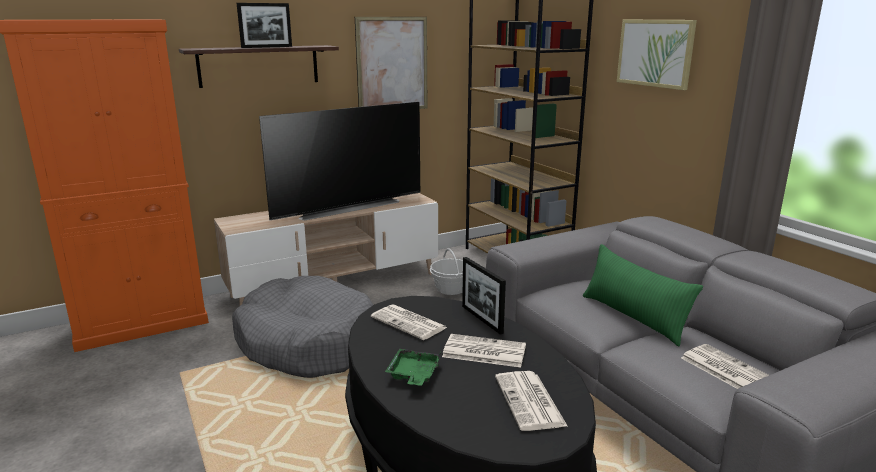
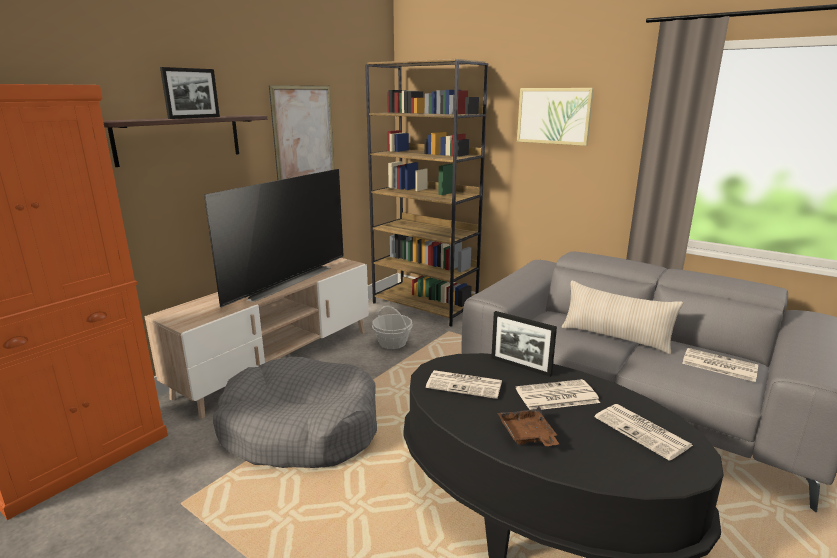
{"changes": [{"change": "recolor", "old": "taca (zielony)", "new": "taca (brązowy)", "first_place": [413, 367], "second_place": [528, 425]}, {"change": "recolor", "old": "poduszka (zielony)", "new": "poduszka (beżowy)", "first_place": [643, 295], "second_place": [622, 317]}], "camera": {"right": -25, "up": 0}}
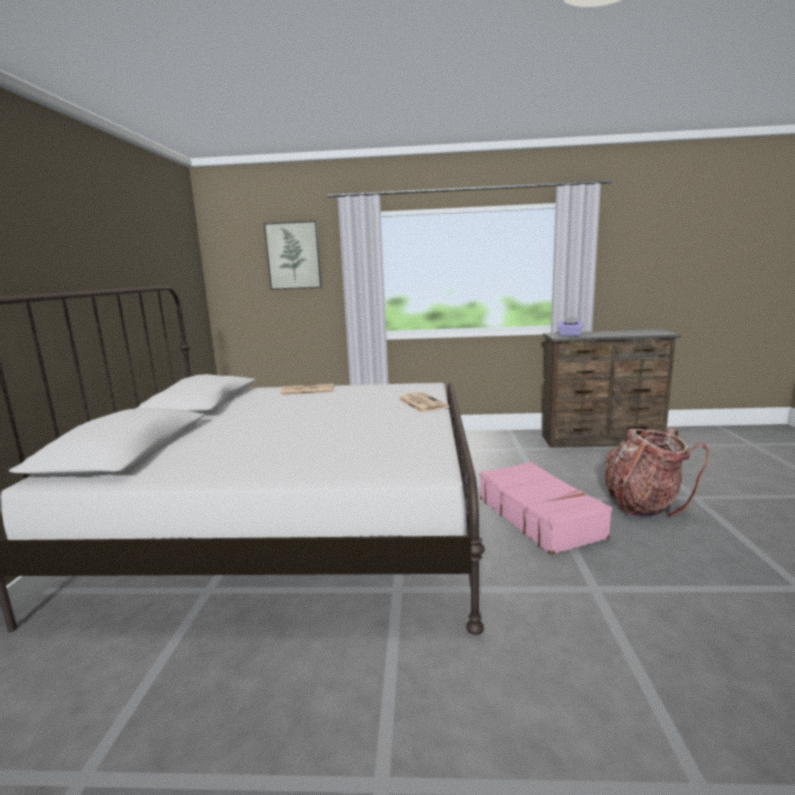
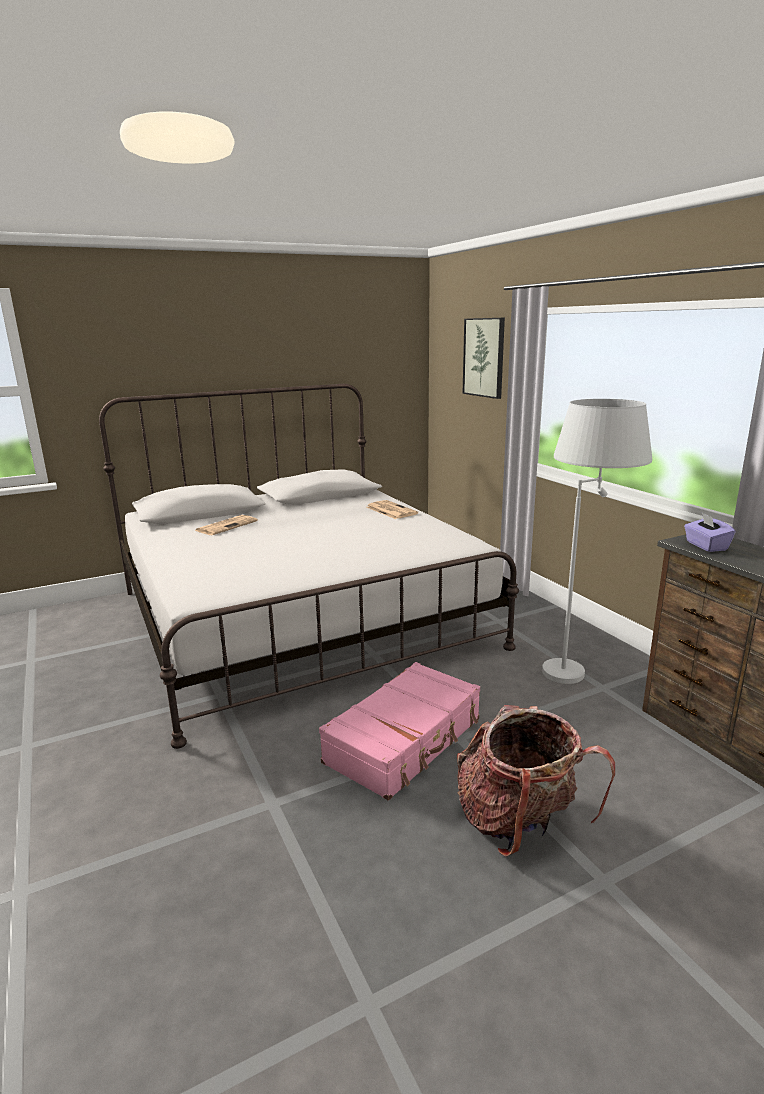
{"changes": [{"change": "move", "old": "gazeta", "first_place": [423, 402], "second_place": [226, 525]}, {"change": "insert", "new": "lampa stojąca (biały)", "second_place": [597, 541]}], "camera": {"right": 60, "up": 5}}
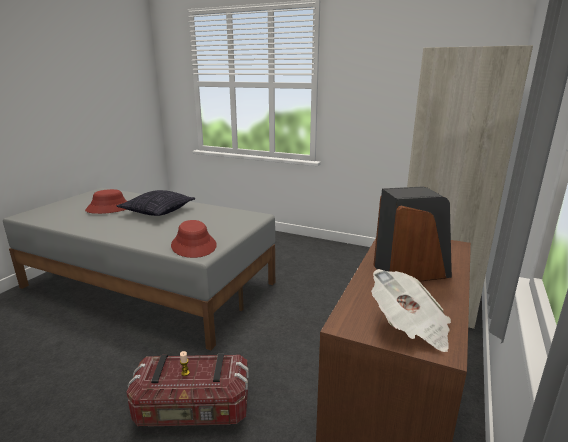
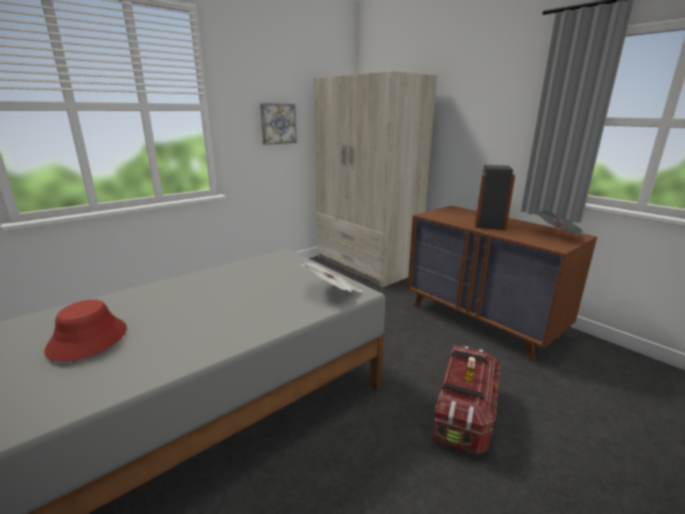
{"changes": [{"change": "insert", "new": "obraz", "second_place": [278, 124]}, {"change": "replace", "old": "kapelusz (czerwony)", "new": "gazeta", "first_place": [194, 239], "second_place": [332, 277]}, {"change": "delete", "old": "poduszka", "first_place": [156, 203]}], "camera": {"right": -65, "up": 0}}
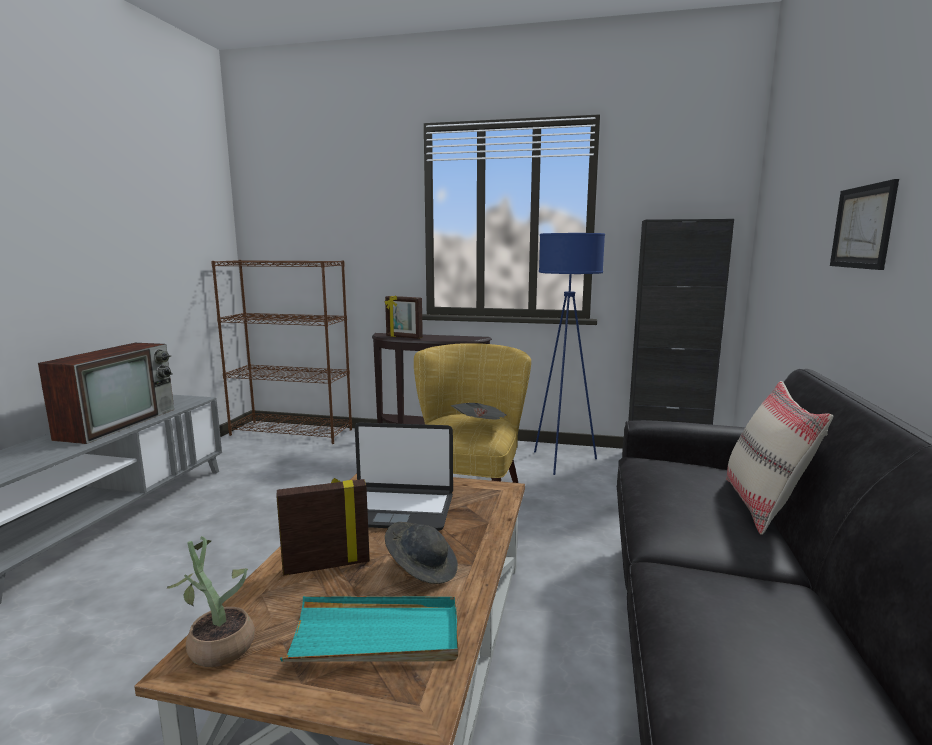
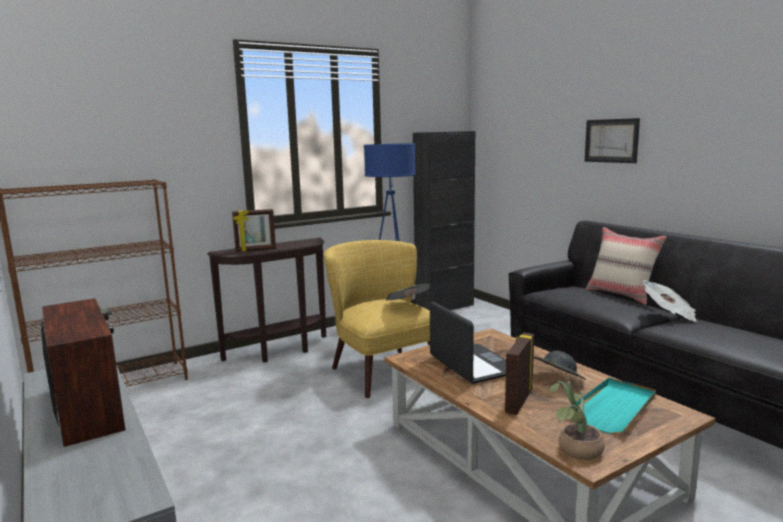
{"changes": [{"change": "rotate", "old": "laptop", "first_place": [404, 477], "second_place": [468, 342], "degrees": -75}, {"change": "insert", "new": "gazeta", "second_place": [669, 301]}], "camera": {"right": -45, "up": 0}}
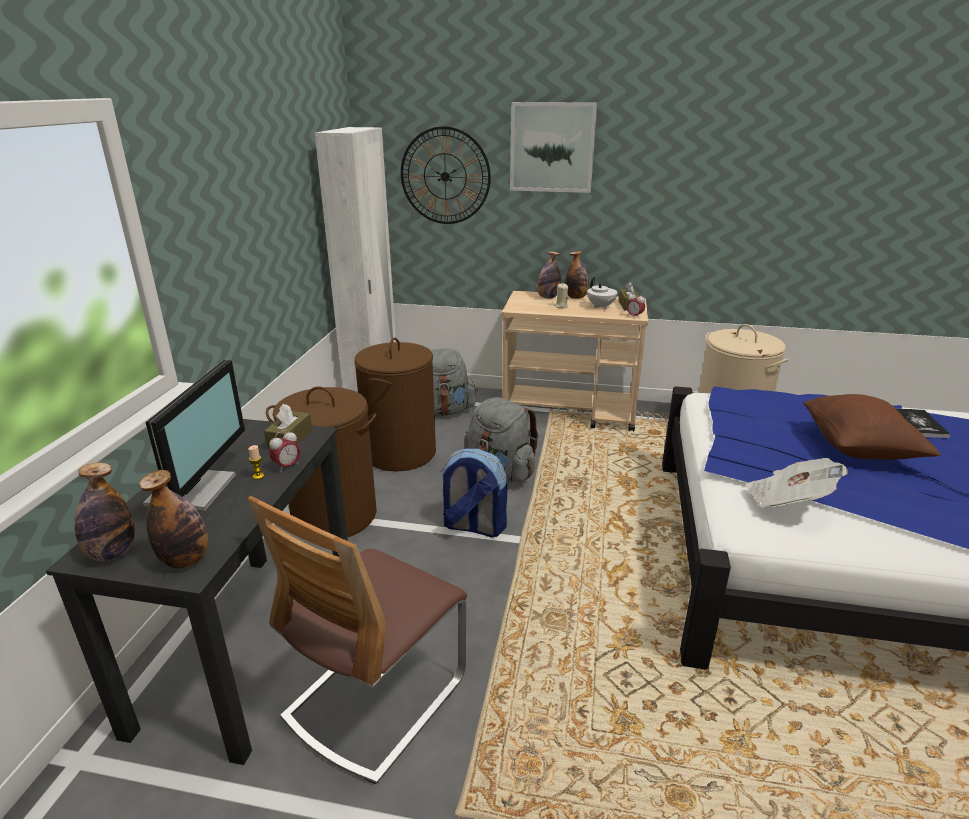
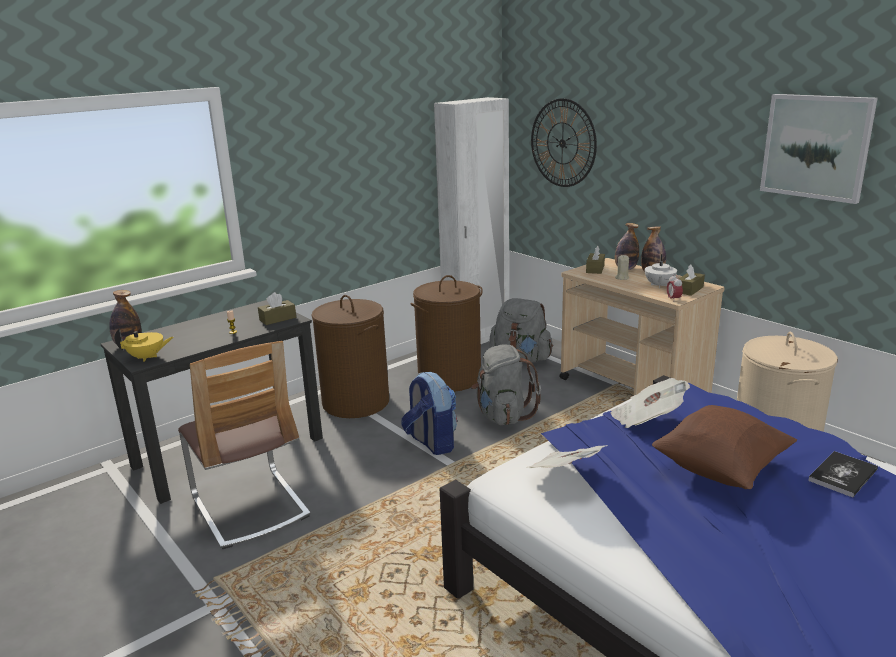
{"changes": [{"change": "replace", "old": "butelka", "new": "imbryk (żółty)", "first_place": [173, 519], "second_place": [144, 345]}, {"change": "rotate", "old": "krzesło", "first_place": [357, 640], "second_place": [244, 445], "degrees": -105}, {"change": "insert", "new": "pudełko chusteczek (brązowy)", "second_place": [595, 260]}, {"change": "insert", "new": "gazeta", "second_place": [650, 403]}, {"change": "move", "old": "obraz", "first_place": [553, 147], "second_place": [819, 149]}, {"change": "delete", "old": "monitor", "first_place": [194, 435]}, {"change": "delete", "old": "budzik", "first_place": [284, 451]}], "camera": {"right": 40, "up": -5}}
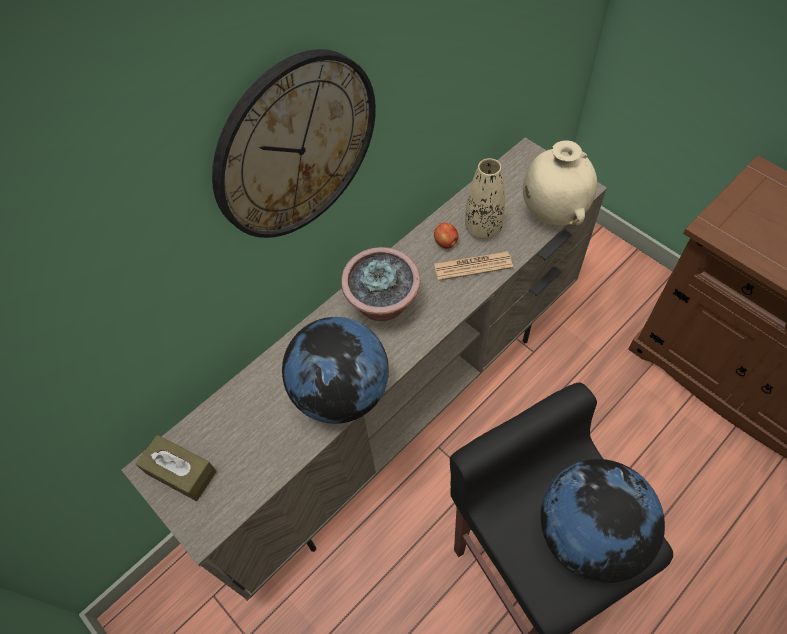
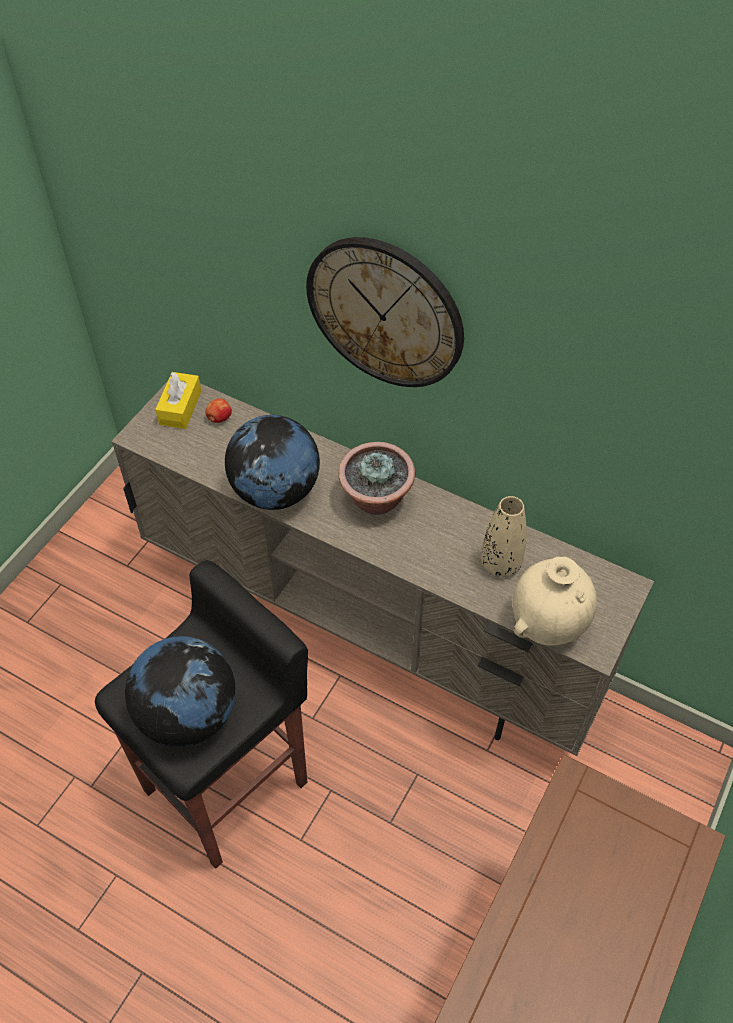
{"changes": [{"change": "recolor", "old": "pudełko chusteczek (brązowy)", "new": "pudełko chusteczek (żółty)", "first_place": [176, 468], "second_place": [178, 400]}, {"change": "move", "old": "jabłko", "first_place": [446, 236], "second_place": [218, 410]}, {"change": "delete", "old": "gazeta", "first_place": [473, 266]}], "camera": {"right": 70, "up": -5}}
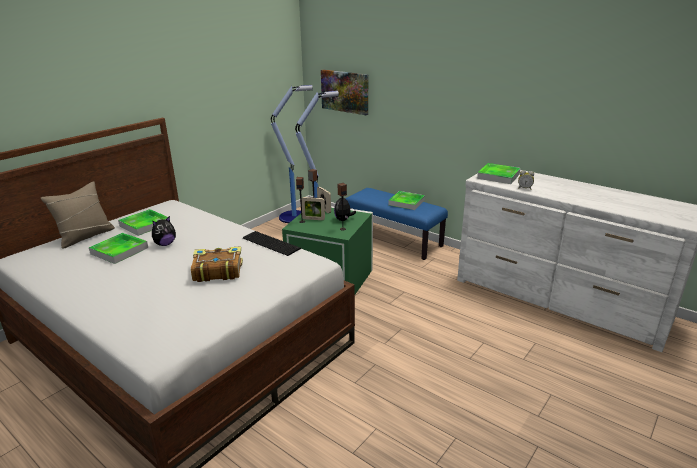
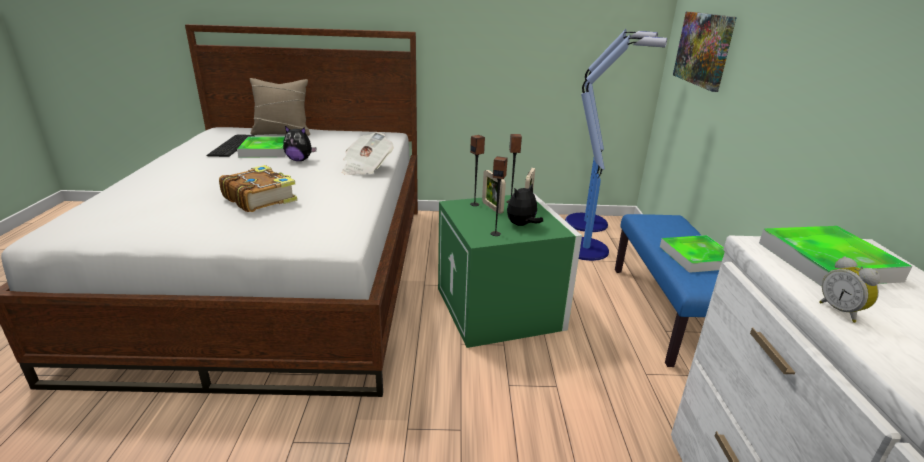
{"changes": [{"change": "move", "old": "klawiatura", "first_place": [272, 243], "second_place": [230, 145]}, {"change": "insert", "new": "gazeta", "second_place": [367, 153]}, {"change": "delete", "old": "taca", "first_place": [143, 222]}], "camera": {"right": 50, "up": 0}}
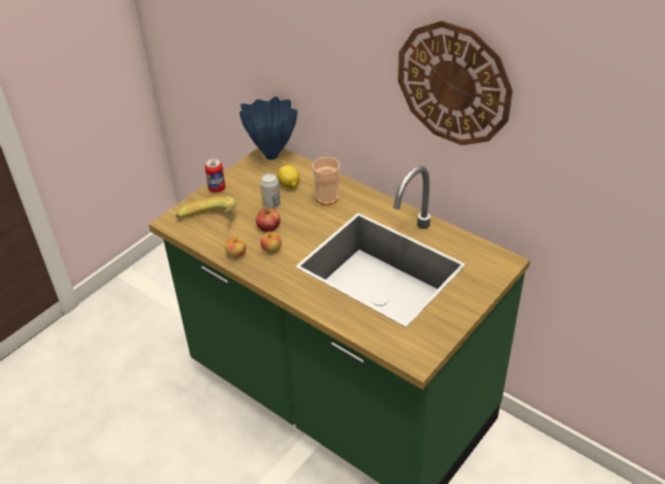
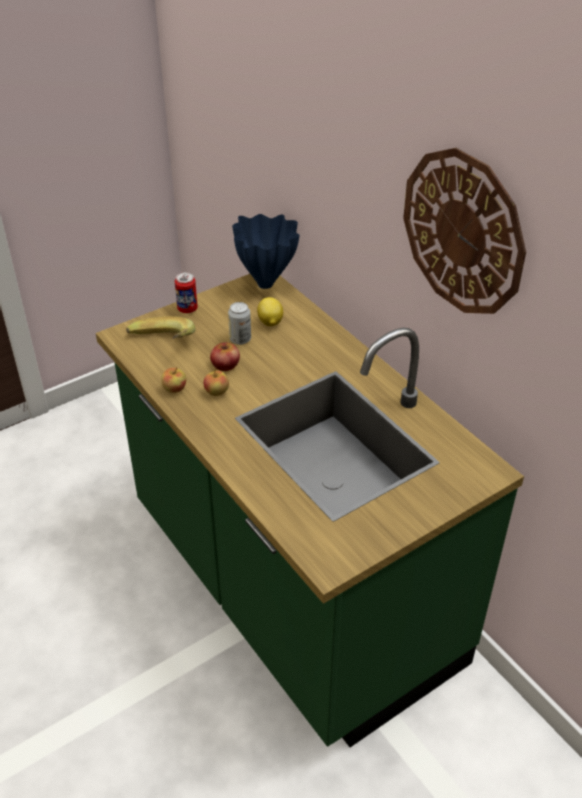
{"changes": [{"change": "delete", "old": "filiżanka", "first_place": [326, 181]}], "camera": {"right": 15, "up": 0}}
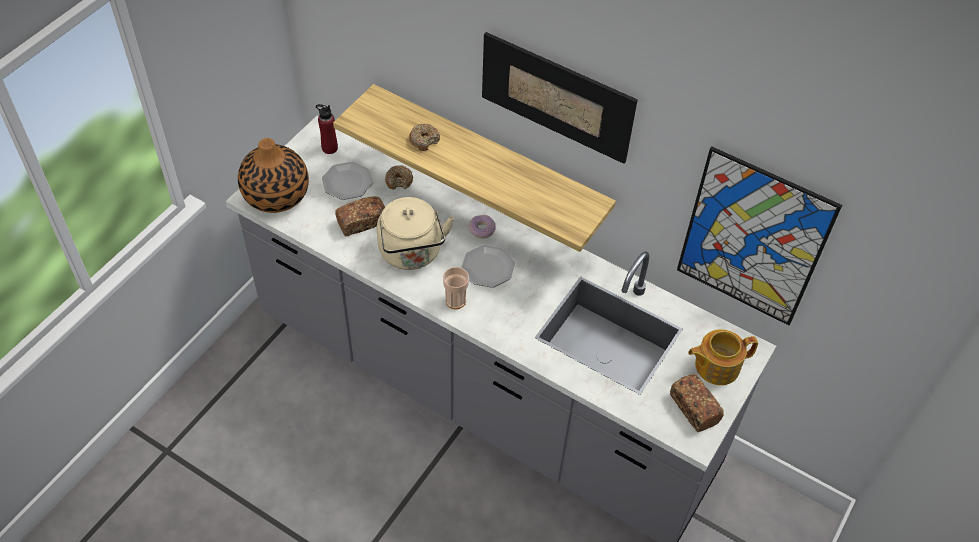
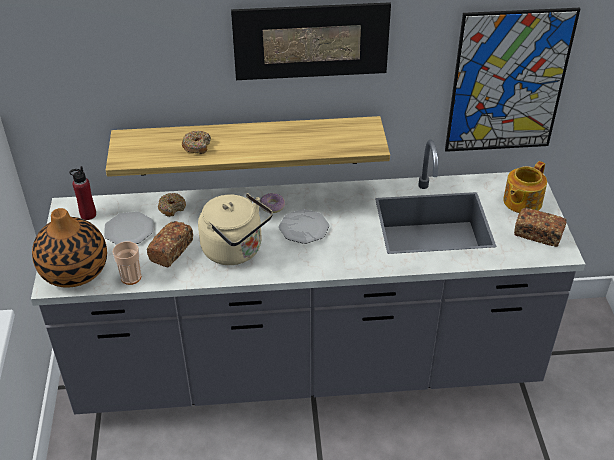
{"changes": [{"change": "move", "old": "filiżanka", "first_place": [456, 288], "second_place": [127, 263]}], "camera": {"right": -35, "up": -10}}
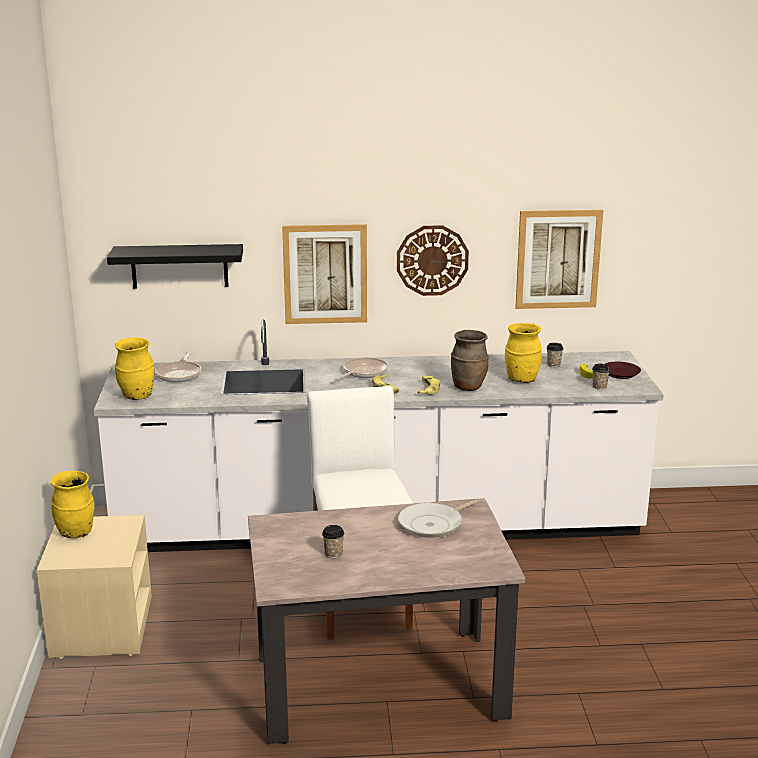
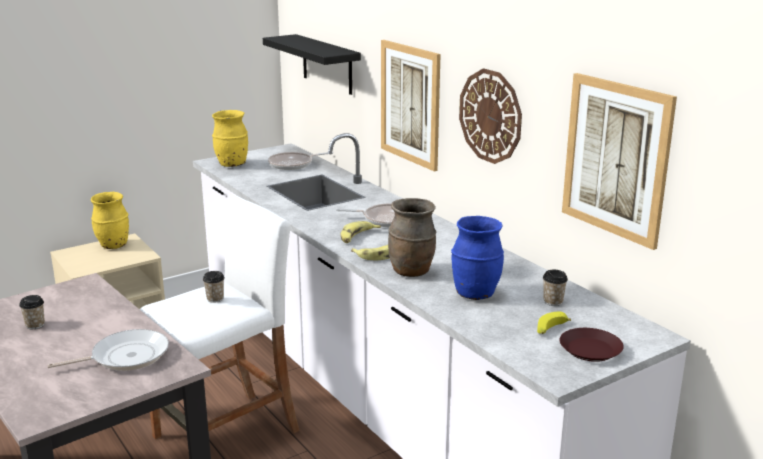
{"changes": [{"change": "rotate", "old": "patelnia", "first_place": [439, 518], "second_place": [108, 350], "degrees": 135}, {"change": "move", "old": "filiżanka", "first_place": [601, 377], "second_place": [214, 287]}, {"change": "recolor", "old": "wazon (żółty)", "new": "wazon (niebieski)", "first_place": [523, 353], "second_place": [477, 258]}], "camera": {"right": 60, "up": 0}}
